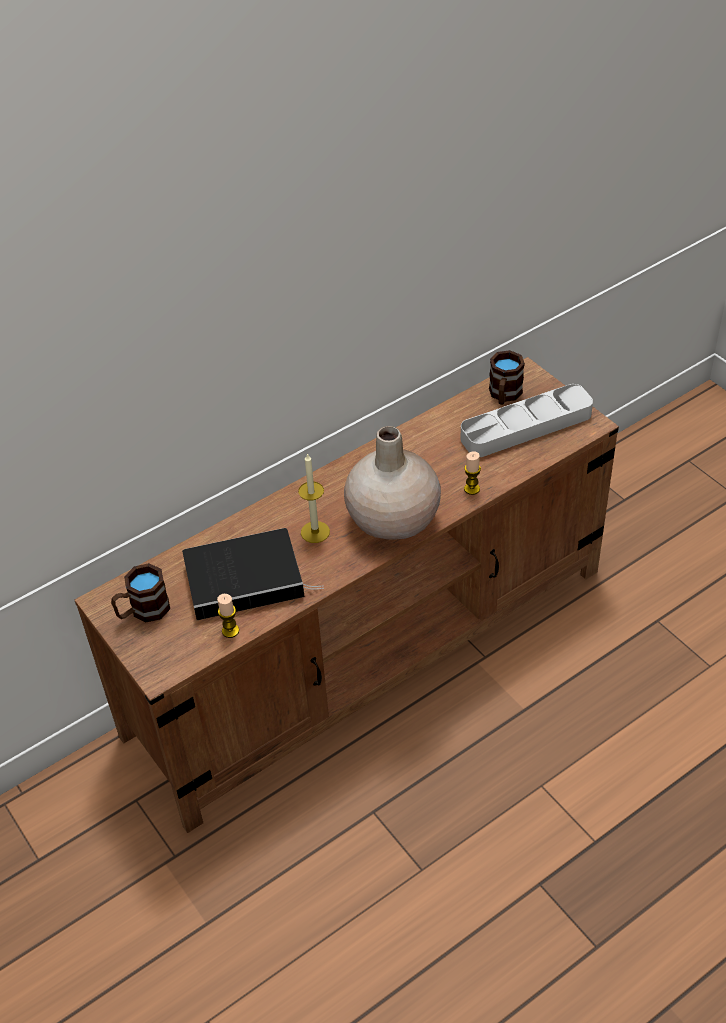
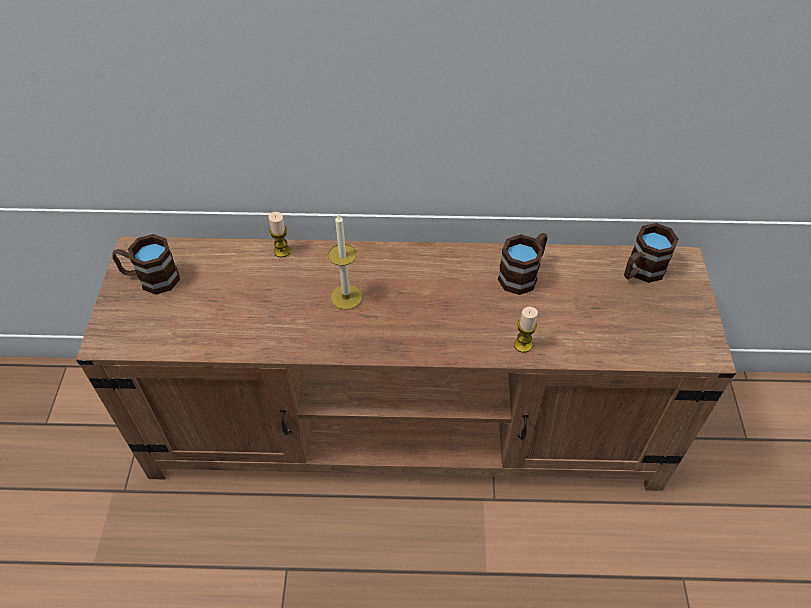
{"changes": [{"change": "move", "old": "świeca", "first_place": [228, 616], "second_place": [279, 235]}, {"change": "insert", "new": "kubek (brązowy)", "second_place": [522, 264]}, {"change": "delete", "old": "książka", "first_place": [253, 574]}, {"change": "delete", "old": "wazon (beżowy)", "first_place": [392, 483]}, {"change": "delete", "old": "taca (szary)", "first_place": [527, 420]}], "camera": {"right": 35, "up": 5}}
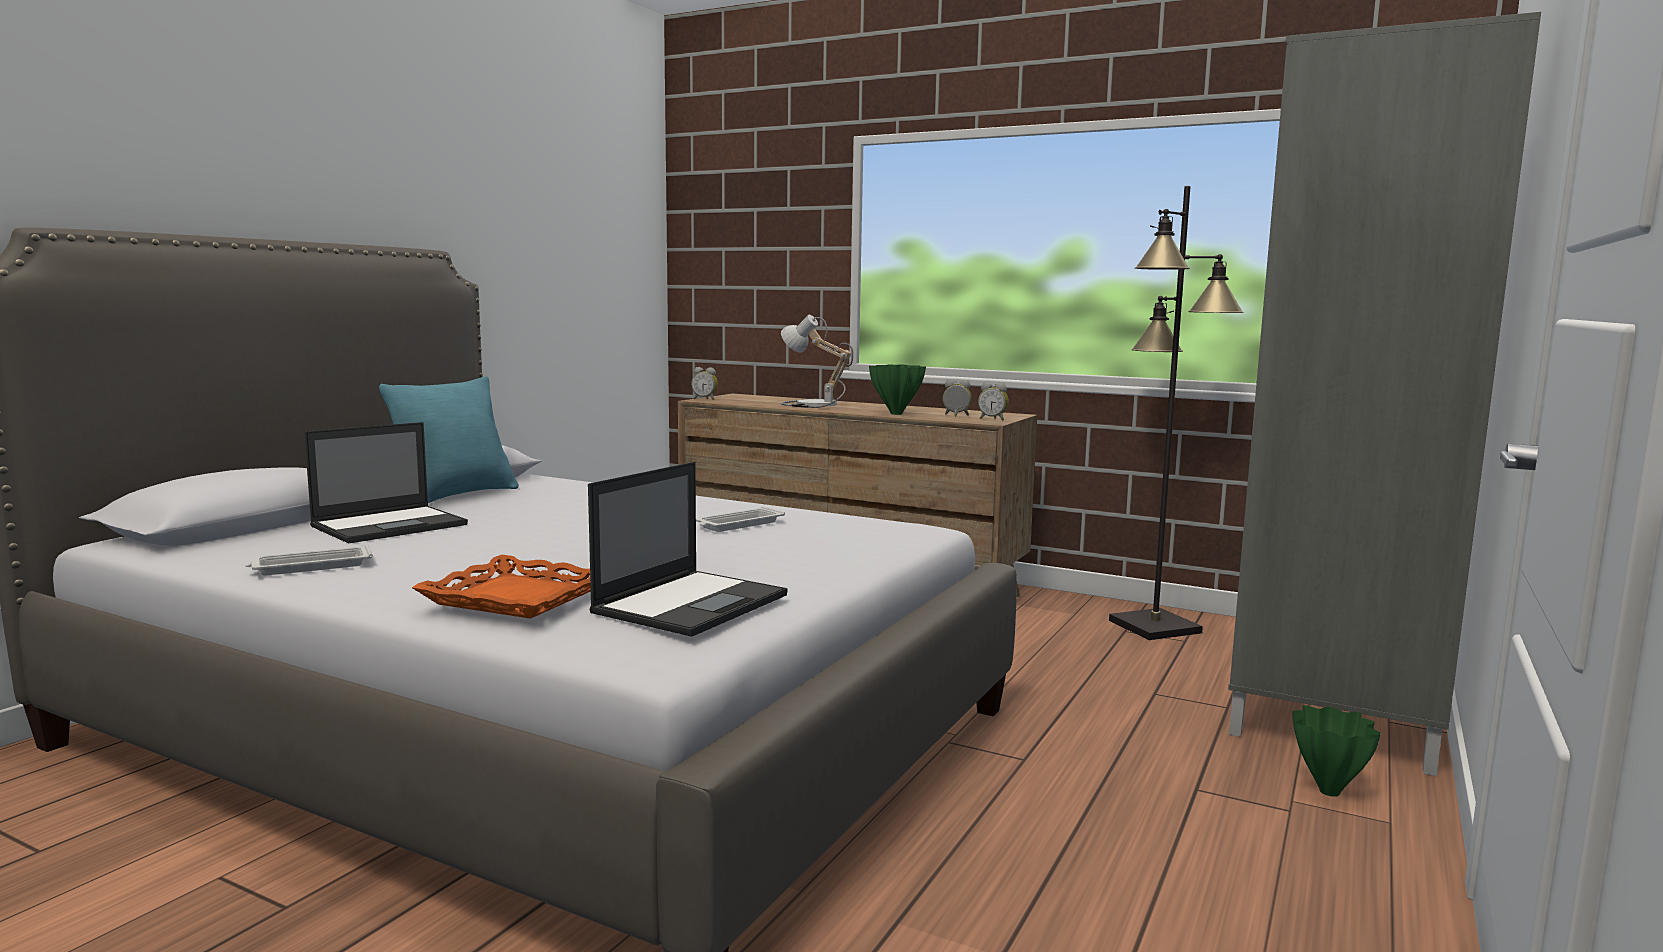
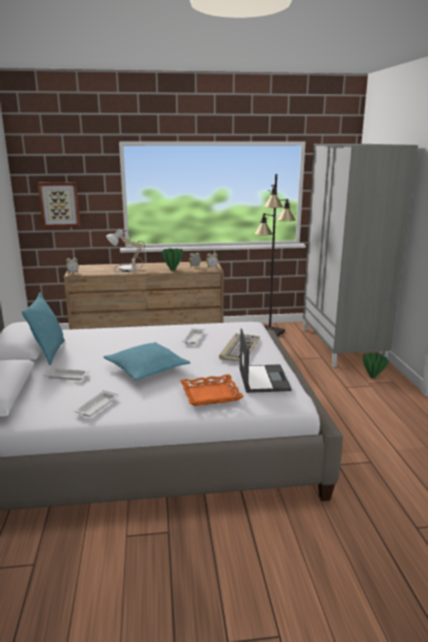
{"changes": [{"change": "insert", "new": "obraz", "second_place": [59, 205]}, {"change": "replace", "old": "laptop", "new": "taca (biały)", "first_place": [386, 482], "second_place": [66, 374]}, {"change": "insert", "new": "poduszka (turkusowy)", "second_place": [147, 361]}, {"change": "insert", "new": "klawiatura", "second_place": [239, 347]}], "camera": {"right": -35, "up": 10}}
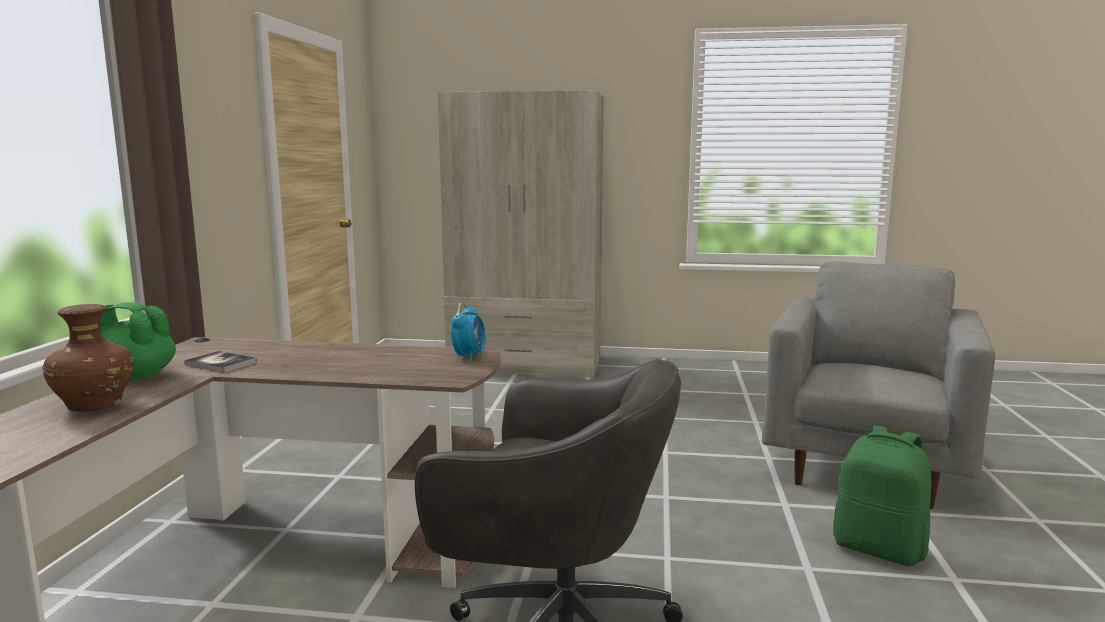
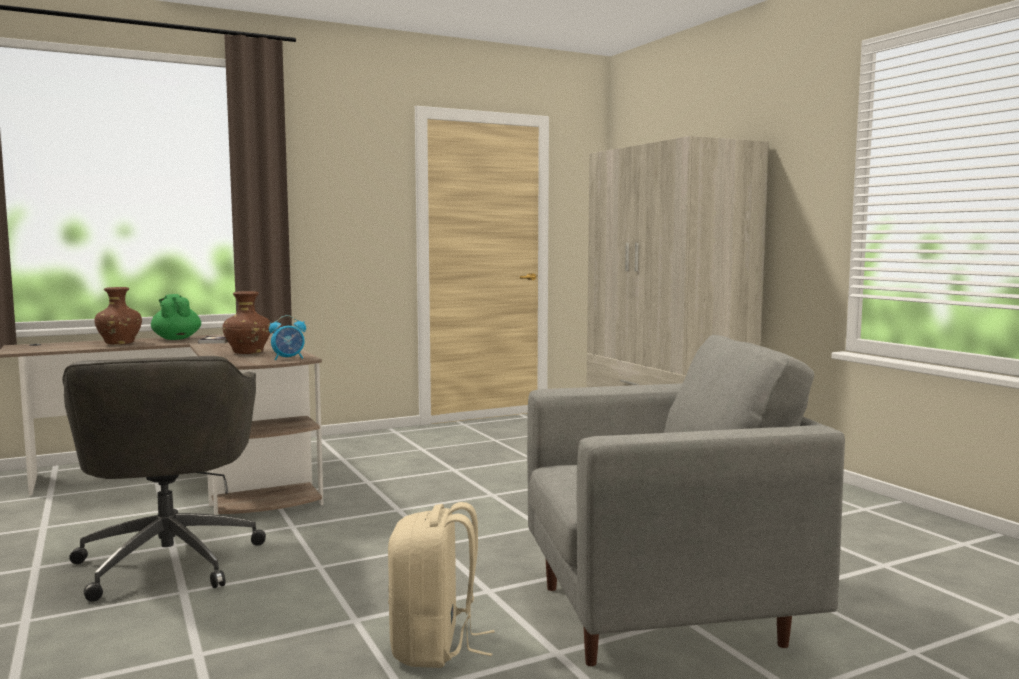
{"changes": [{"change": "insert", "new": "wazon (brązowy)", "second_place": [246, 322]}, {"change": "recolor", "old": "plecak (zielony)", "new": "plecak (beżowy)", "first_place": [882, 495], "second_place": [441, 585]}], "camera": {"right": 55, "up": -5}}
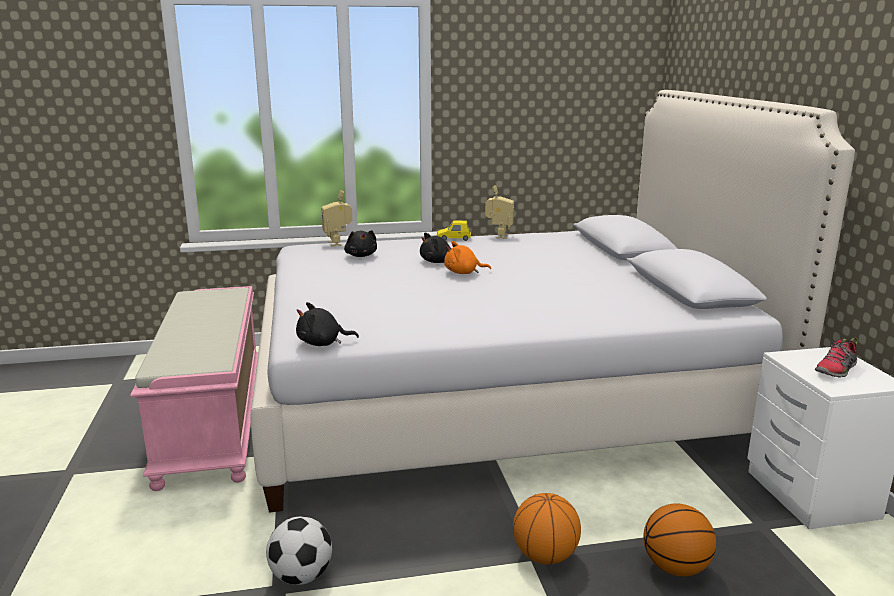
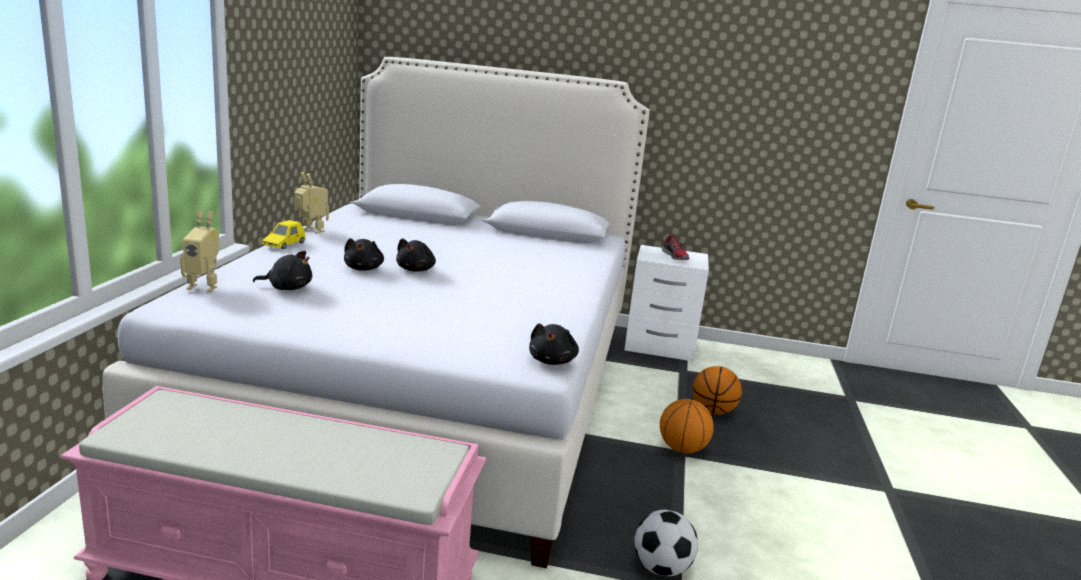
{"changes": [{"change": "recolor", "old": "pluszak (pomarańczowy)", "new": "pluszak (czarny)", "first_place": [467, 257], "second_place": [416, 255]}], "camera": {"right": -70, "up": 0}}
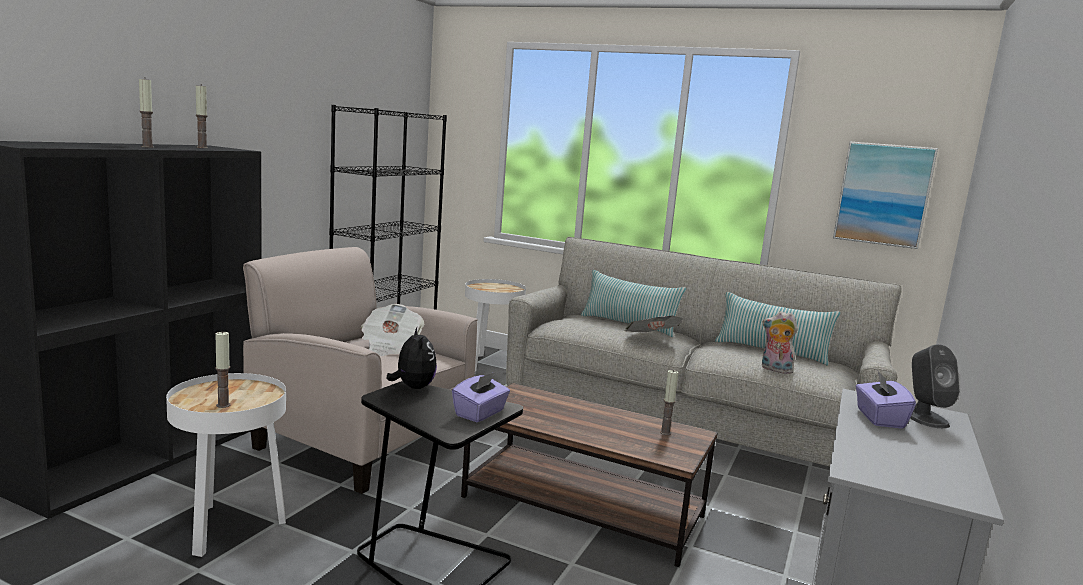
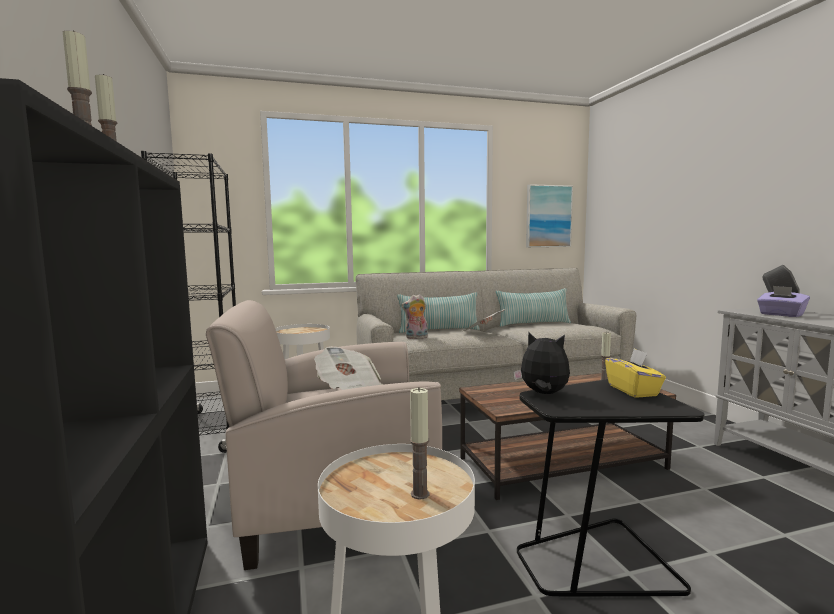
{"changes": [{"change": "move", "old": "pluszak", "first_place": [780, 342], "second_place": [414, 316]}, {"change": "recolor", "old": "pudełko chusteczek (fioletowy)", "new": "pudełko chusteczek (żółty)", "first_place": [481, 397], "second_place": [635, 373]}], "camera": {"right": -40, "up": -5}}
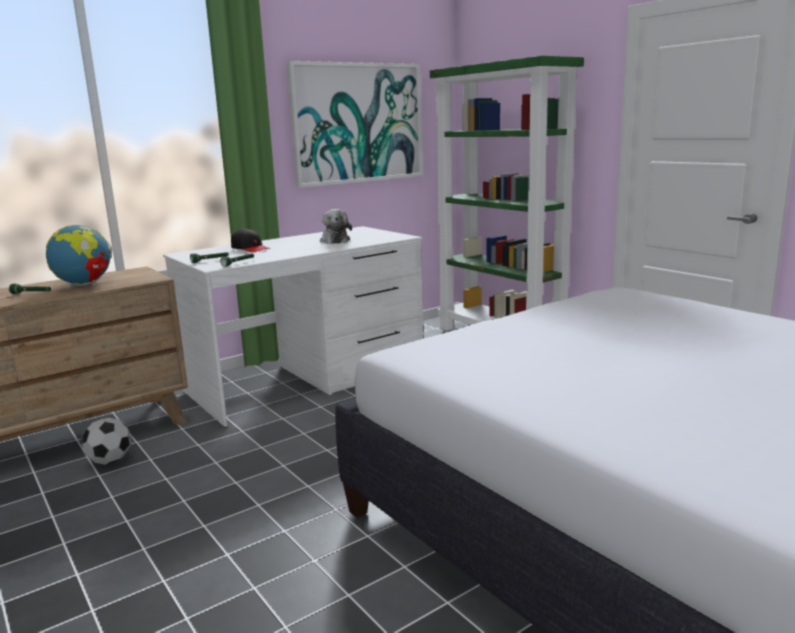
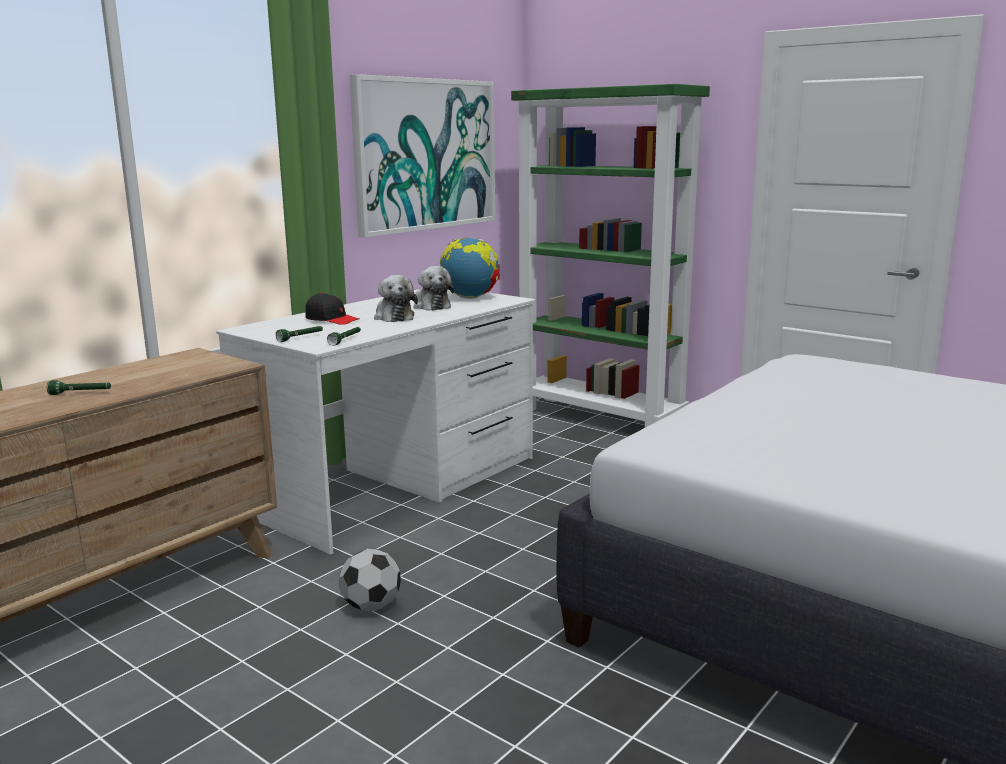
{"changes": [{"change": "move", "old": "piłka futbolowa", "first_place": [106, 441], "second_place": [370, 580]}, {"change": "insert", "new": "pluszak", "second_place": [396, 298]}, {"change": "move", "old": "globus", "first_place": [79, 255], "second_place": [470, 268]}], "camera": {"right": -15, "up": 0}}
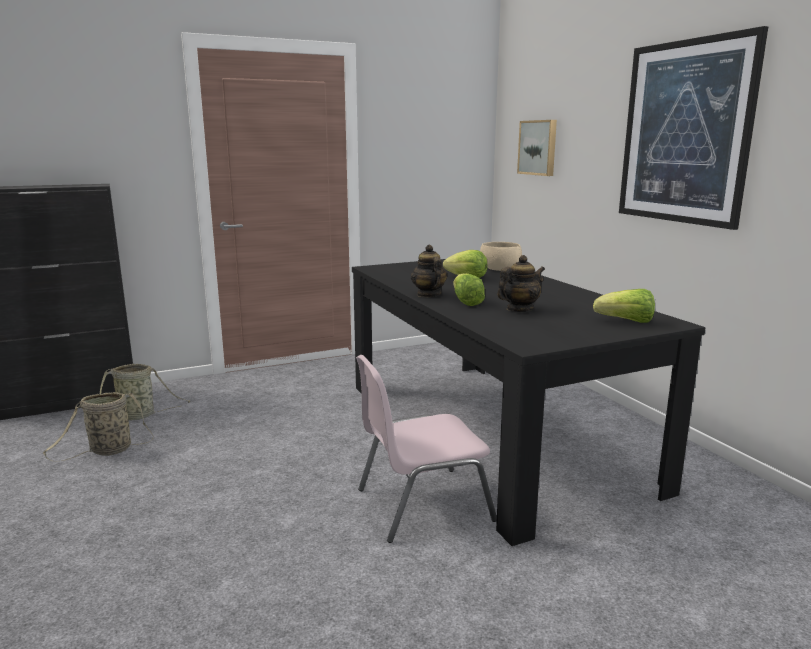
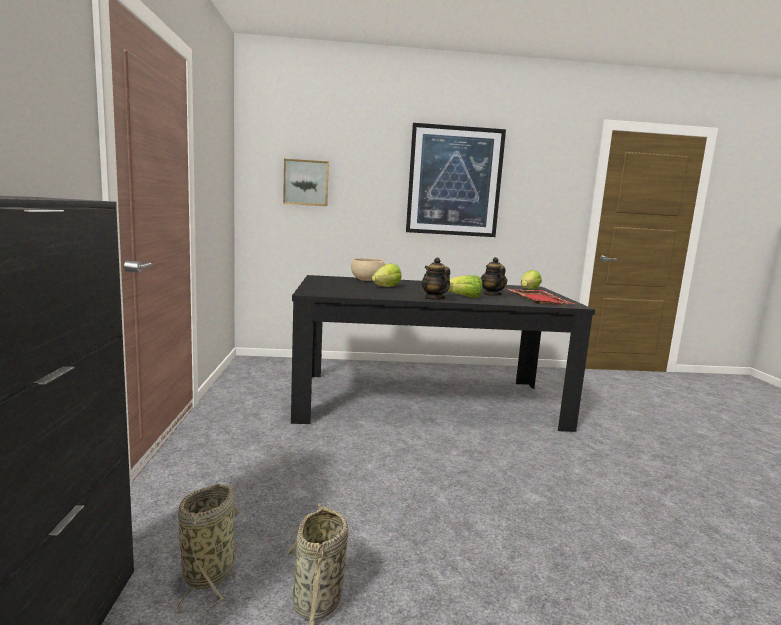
{"changes": [{"change": "rotate", "old": "imbryk", "first_place": [429, 271], "second_place": [436, 278], "degrees": 60}, {"change": "insert", "new": "taca (czerwony)", "second_place": [542, 297]}, {"change": "delete", "old": "krzesło (różowy)", "first_place": [426, 449]}], "camera": {"right": -70, "up": -5}}
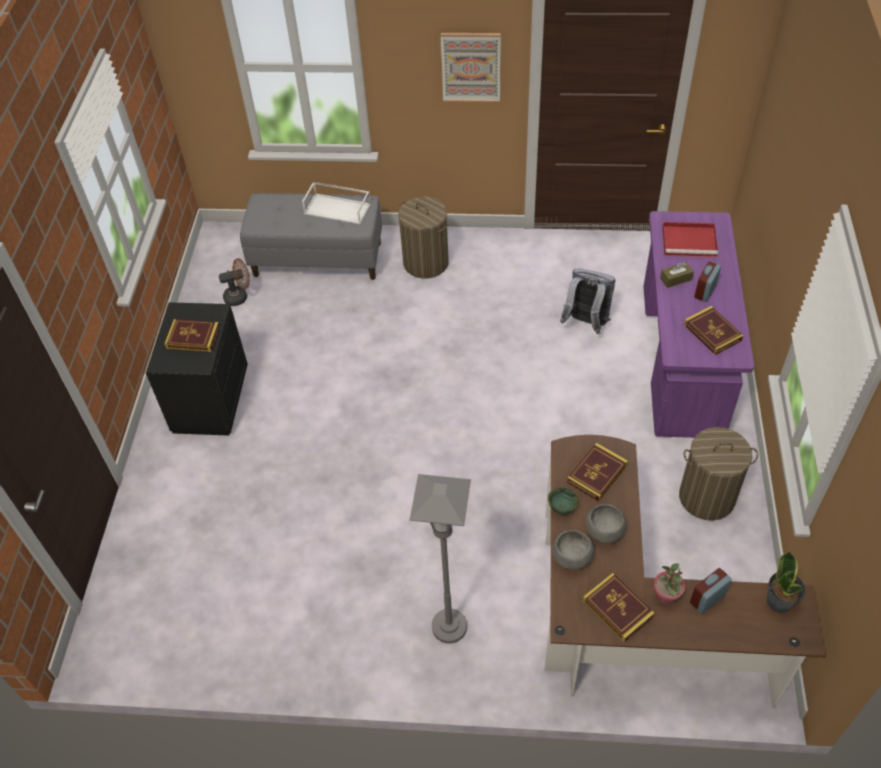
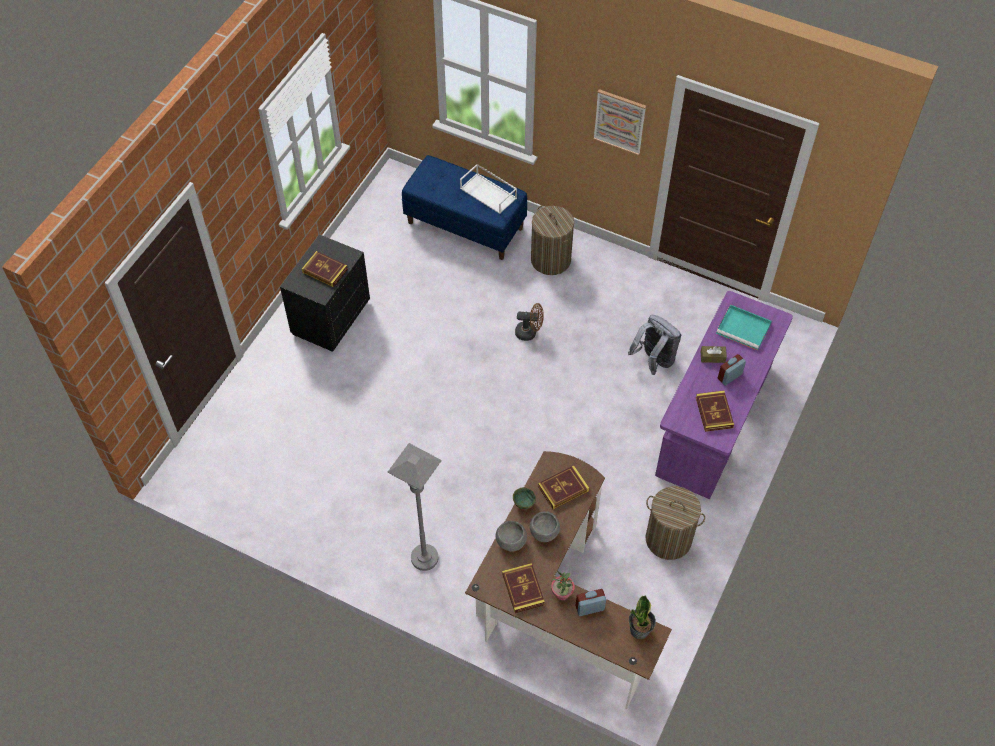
{"changes": [{"change": "recolor", "old": "ławka (szary)", "new": "ławka (niebieski)", "first_place": [311, 236], "second_place": [465, 207]}, {"change": "move", "old": "wentylator (brązowy)", "first_place": [234, 282], "second_place": [529, 322]}, {"change": "recolor", "old": "taca (czerwony)", "new": "taca (turkusowy)", "first_place": [690, 239], "second_place": [744, 327]}], "camera": {"right": 20, "up": 5}}
